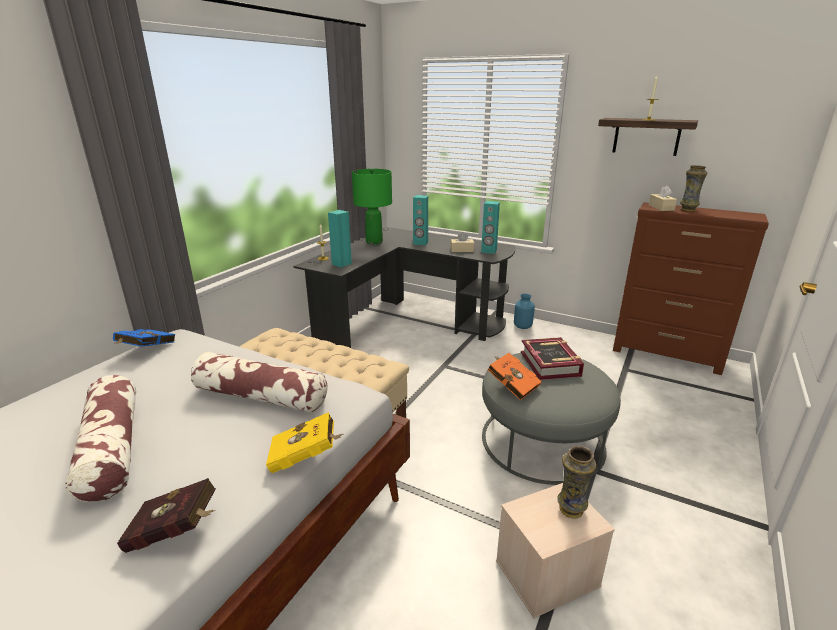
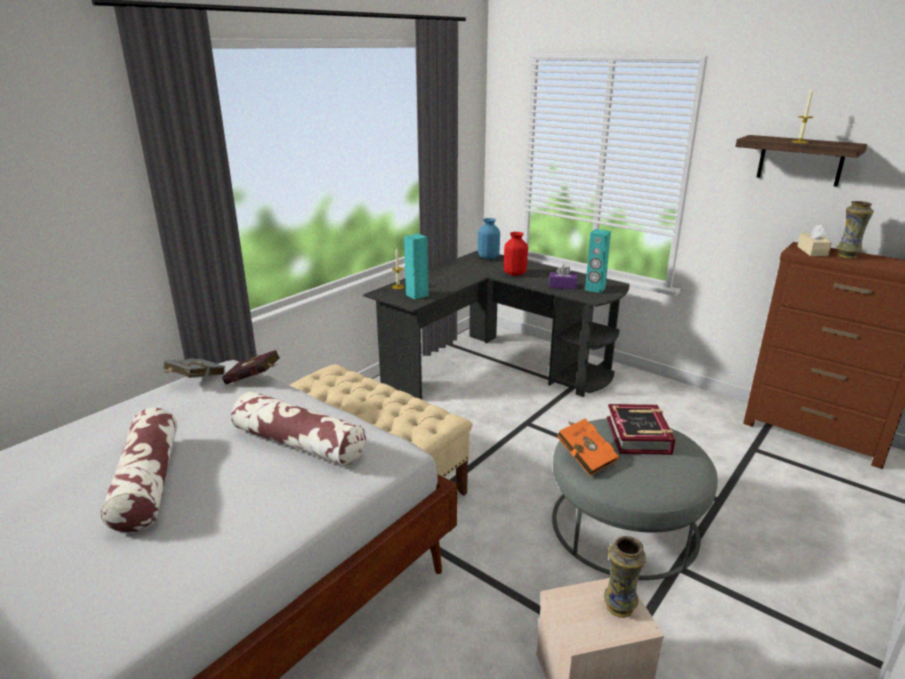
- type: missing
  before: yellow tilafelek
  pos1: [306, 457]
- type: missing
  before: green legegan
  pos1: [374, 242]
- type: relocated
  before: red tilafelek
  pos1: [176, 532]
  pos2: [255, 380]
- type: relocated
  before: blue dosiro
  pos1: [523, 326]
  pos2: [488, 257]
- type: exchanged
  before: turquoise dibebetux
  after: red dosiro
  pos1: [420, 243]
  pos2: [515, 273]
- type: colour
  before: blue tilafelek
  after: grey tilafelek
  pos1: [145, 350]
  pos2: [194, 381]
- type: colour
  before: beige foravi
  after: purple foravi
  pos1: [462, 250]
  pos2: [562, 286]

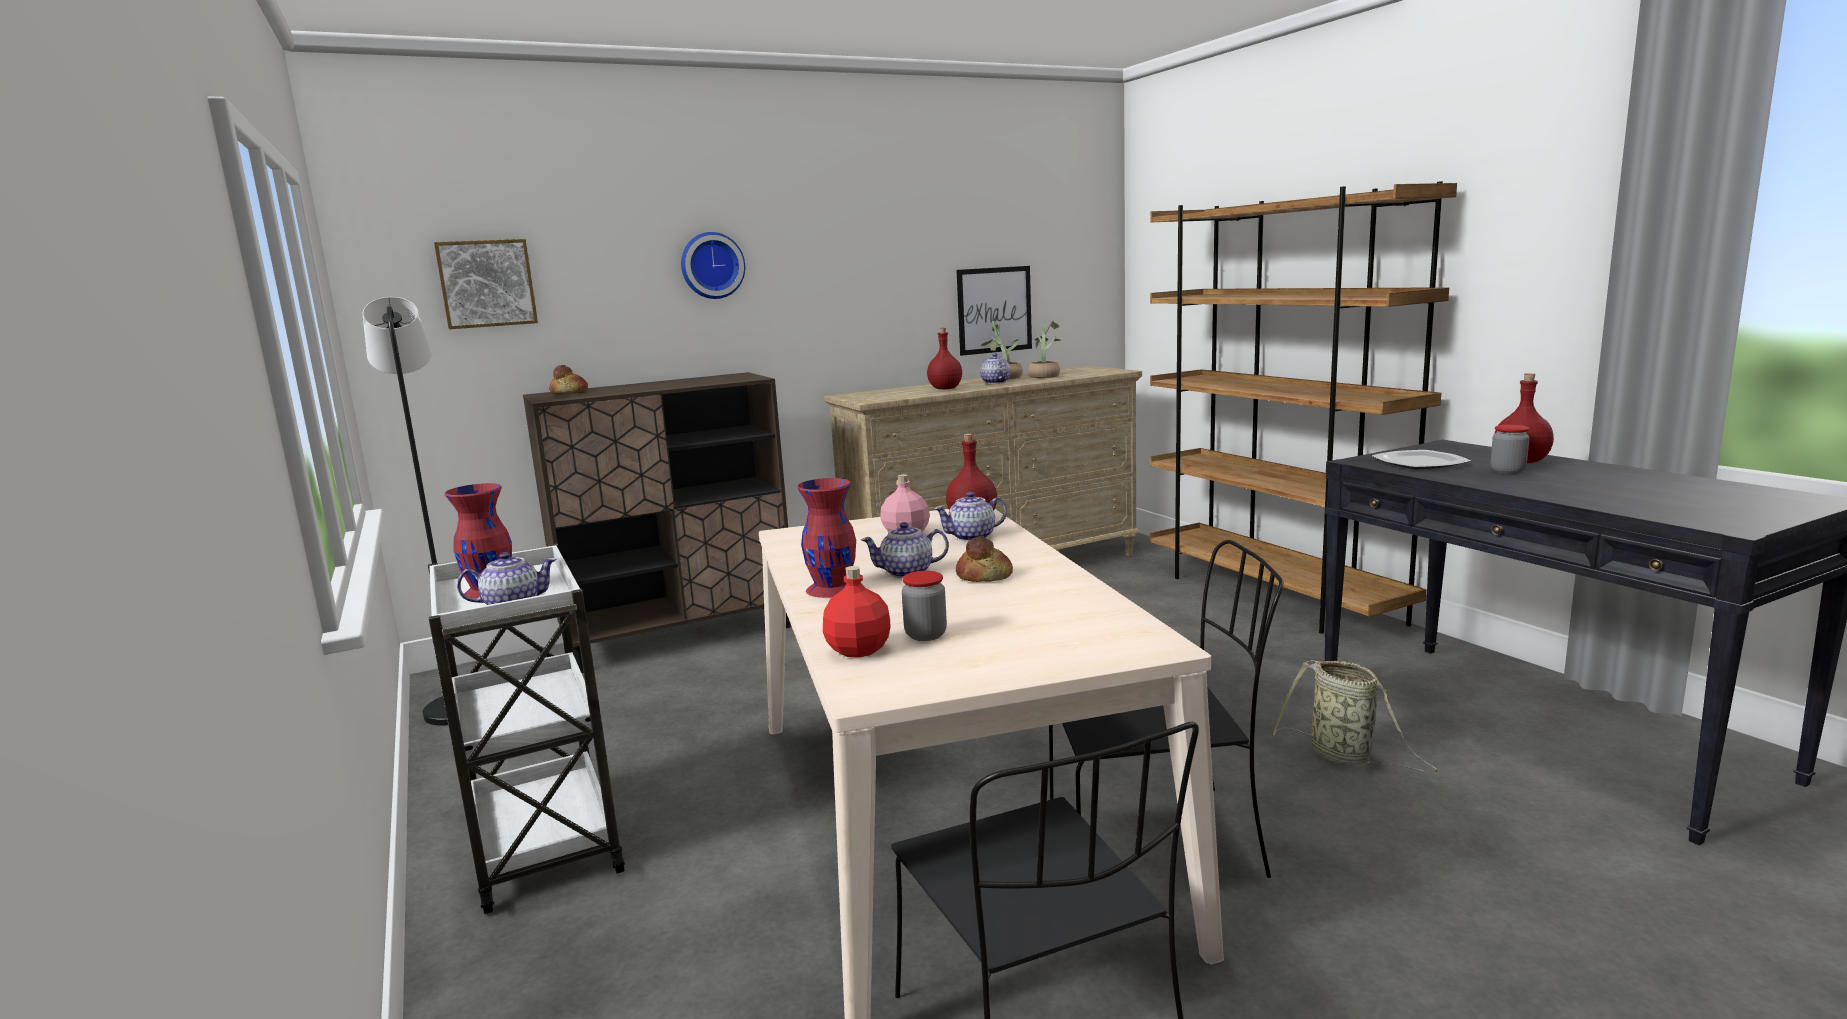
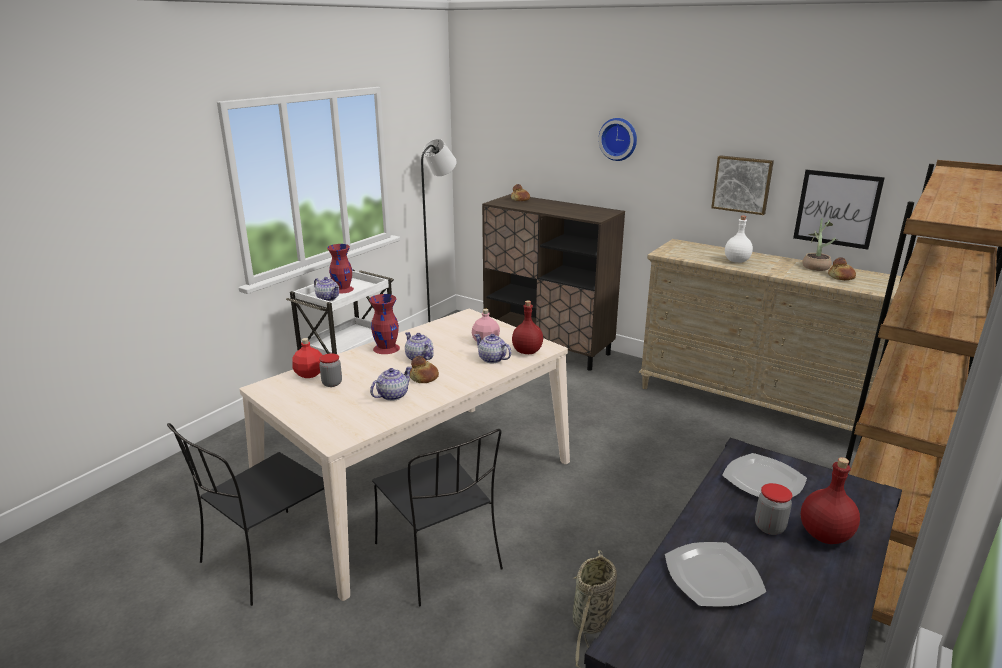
- type: appeared
  after: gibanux
  pos2: [714, 577]
- type: relocated
  before: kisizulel
  pos1: [486, 283]
  pos2: [742, 184]
- type: relocated
  before: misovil
  pos1: [995, 382]
  pos2: [392, 395]
- type: exchanged
  before: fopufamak
  after: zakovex
  pos1: [1045, 376]
  pos2: [841, 277]
- type: colour
  before: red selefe
  after: white selefe
  pos1: [945, 389]
  pos2: [736, 261]

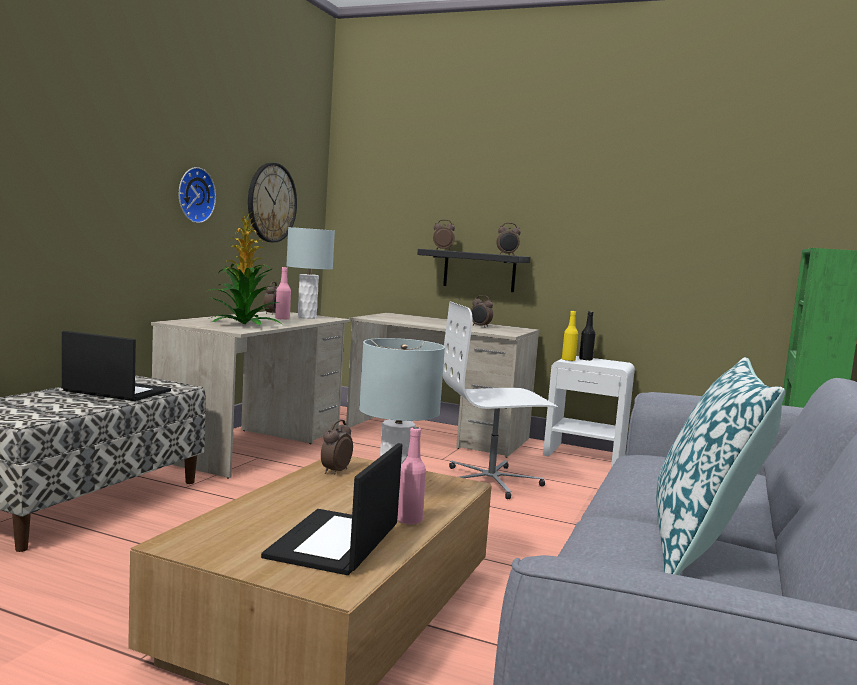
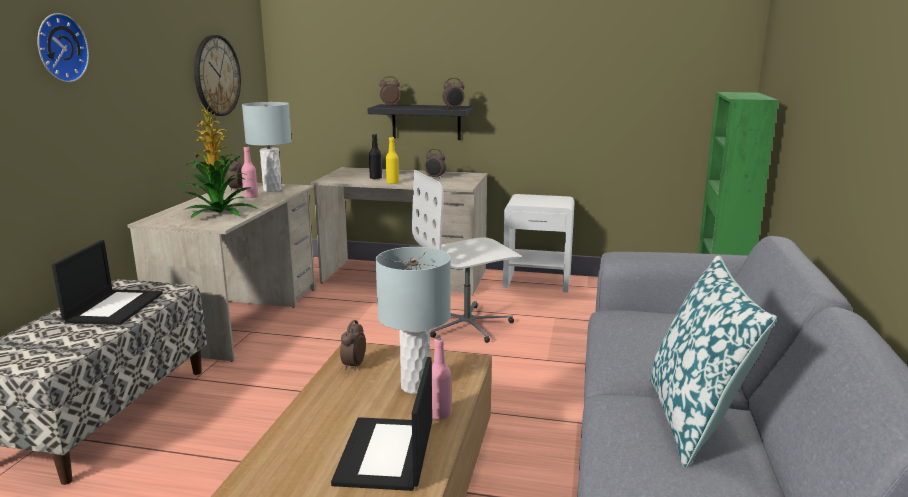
- type: relocated
  before: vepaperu
  pos1: [194, 195]
  pos2: [59, 48]
- type: relocated
  before: yellow selefe
  pos1: [568, 360]
  pos2: [392, 183]
- type: relocated
  before: black selefe
  pos1: [585, 359]
  pos2: [376, 178]
- type: spun
  before: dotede
  pos1: [115, 391]
  pos2: [114, 307]
  turn: 90

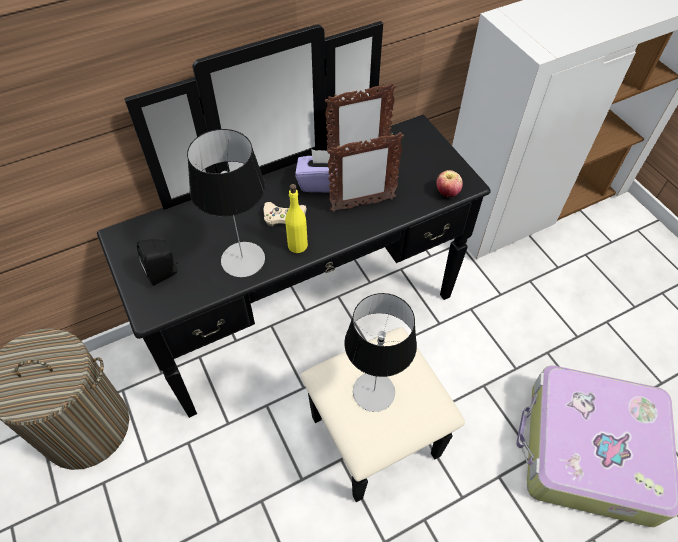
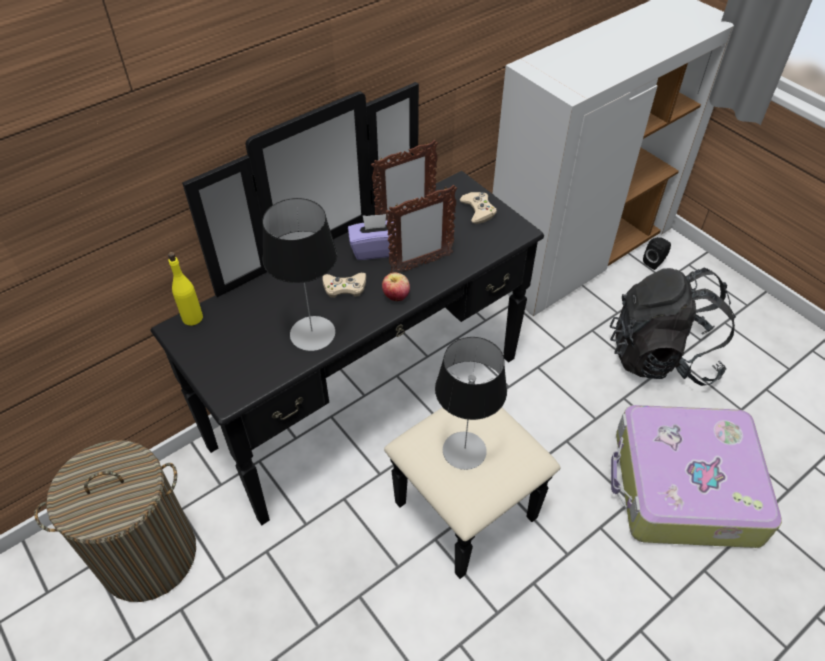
- type: appeared
  after: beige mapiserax
  pos2: [478, 210]
- type: appeared
  after: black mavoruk
  pos2: [661, 356]
- type: relocated
  before: black dibebetux
  pos1: [164, 273]
  pos2: [655, 262]
- type: relocated
  before: yellow selefe
  pos1: [297, 245]
  pos2: [192, 317]
- type: relocated
  before: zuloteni
  pos1: [447, 192]
  pos2: [396, 296]

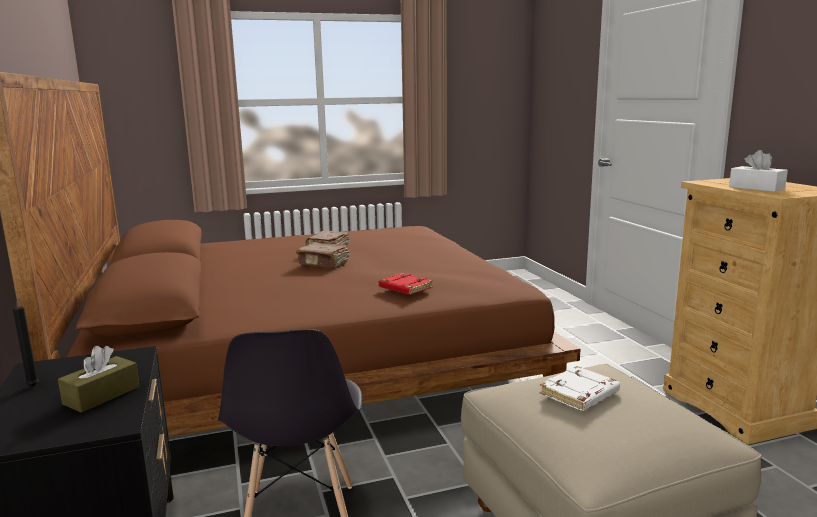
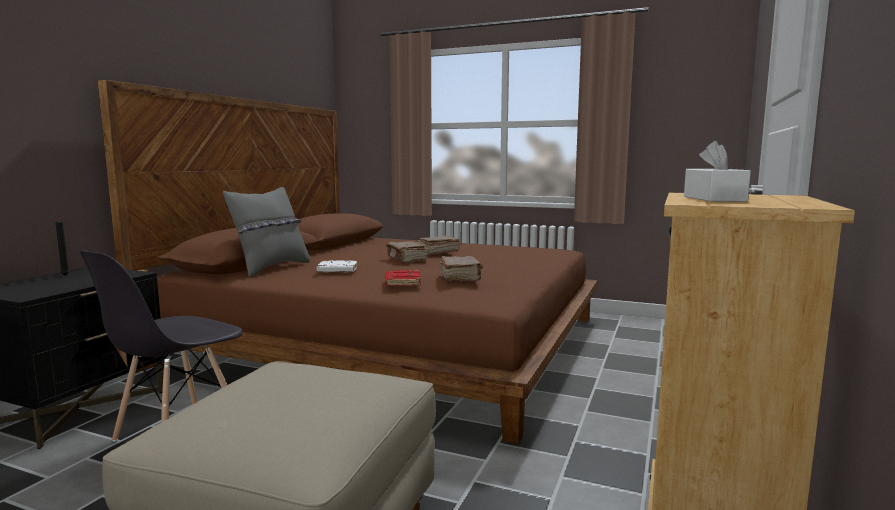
- type: missing
  before: brown foravi
  pos1: [101, 395]
- type: appeared
  after: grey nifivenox
  pos2: [271, 268]
- type: appeared
  after: brown tilafelek
  pos2: [460, 278]
- type: relocated
  before: white tilafelek
  pos1: [580, 394]
  pos2: [337, 270]

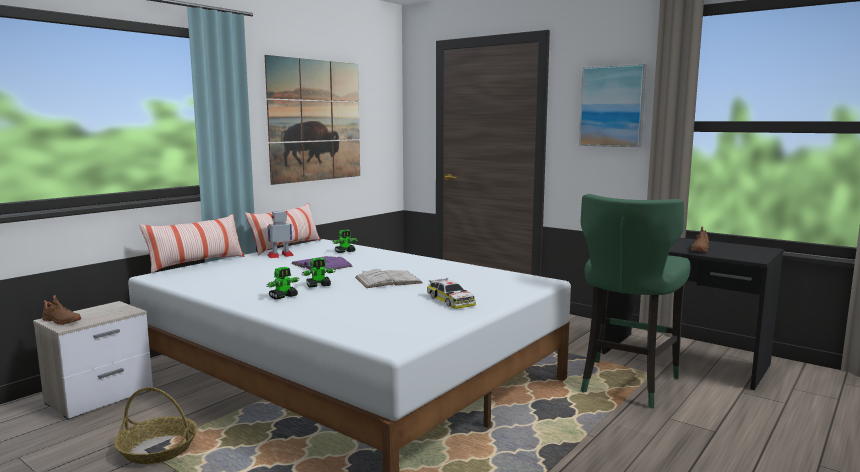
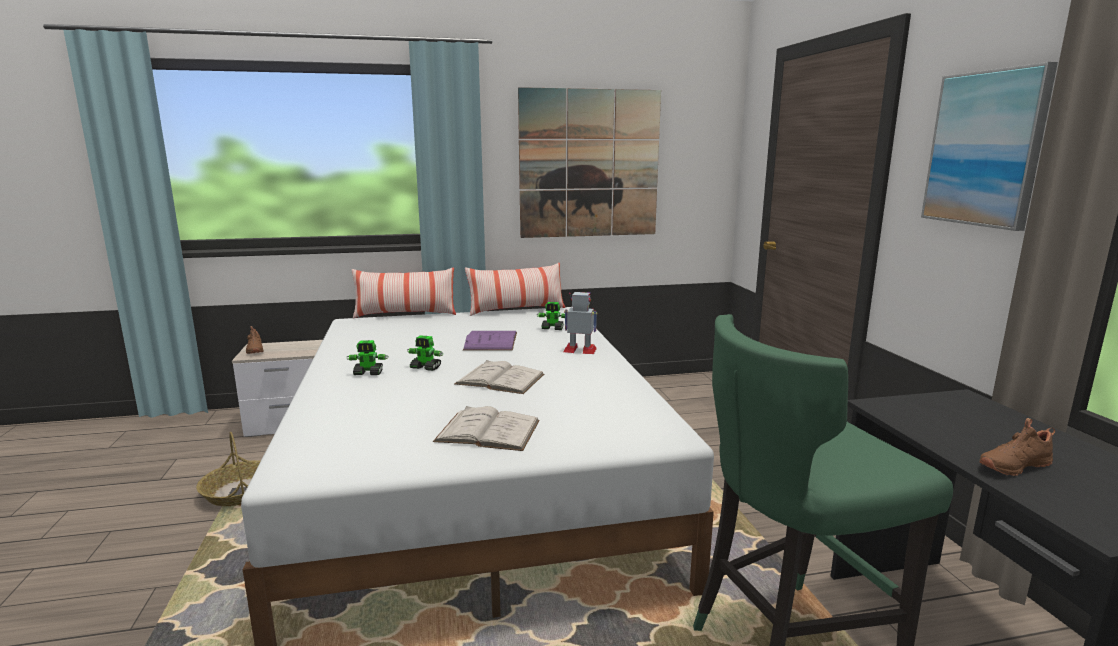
- type: relocated
  before: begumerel
  pos1: [280, 255]
  pos2: [580, 350]
- type: exchanged
  before: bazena
  after: white tilafelek
  pos1: [451, 300]
  pos2: [488, 431]

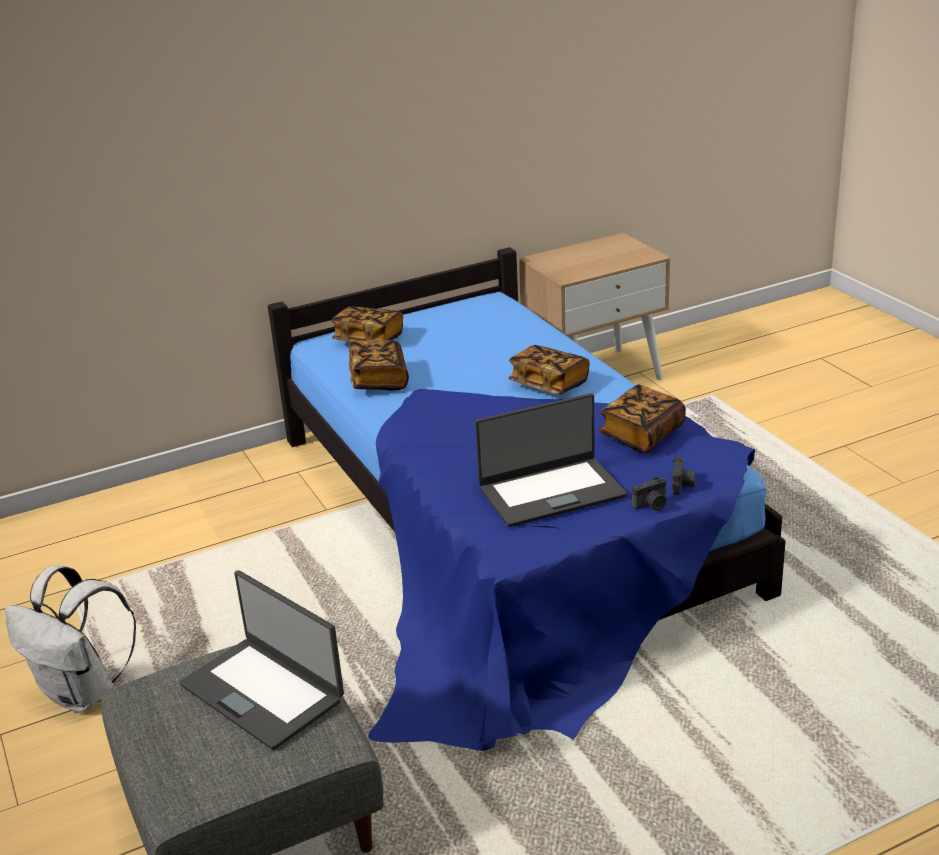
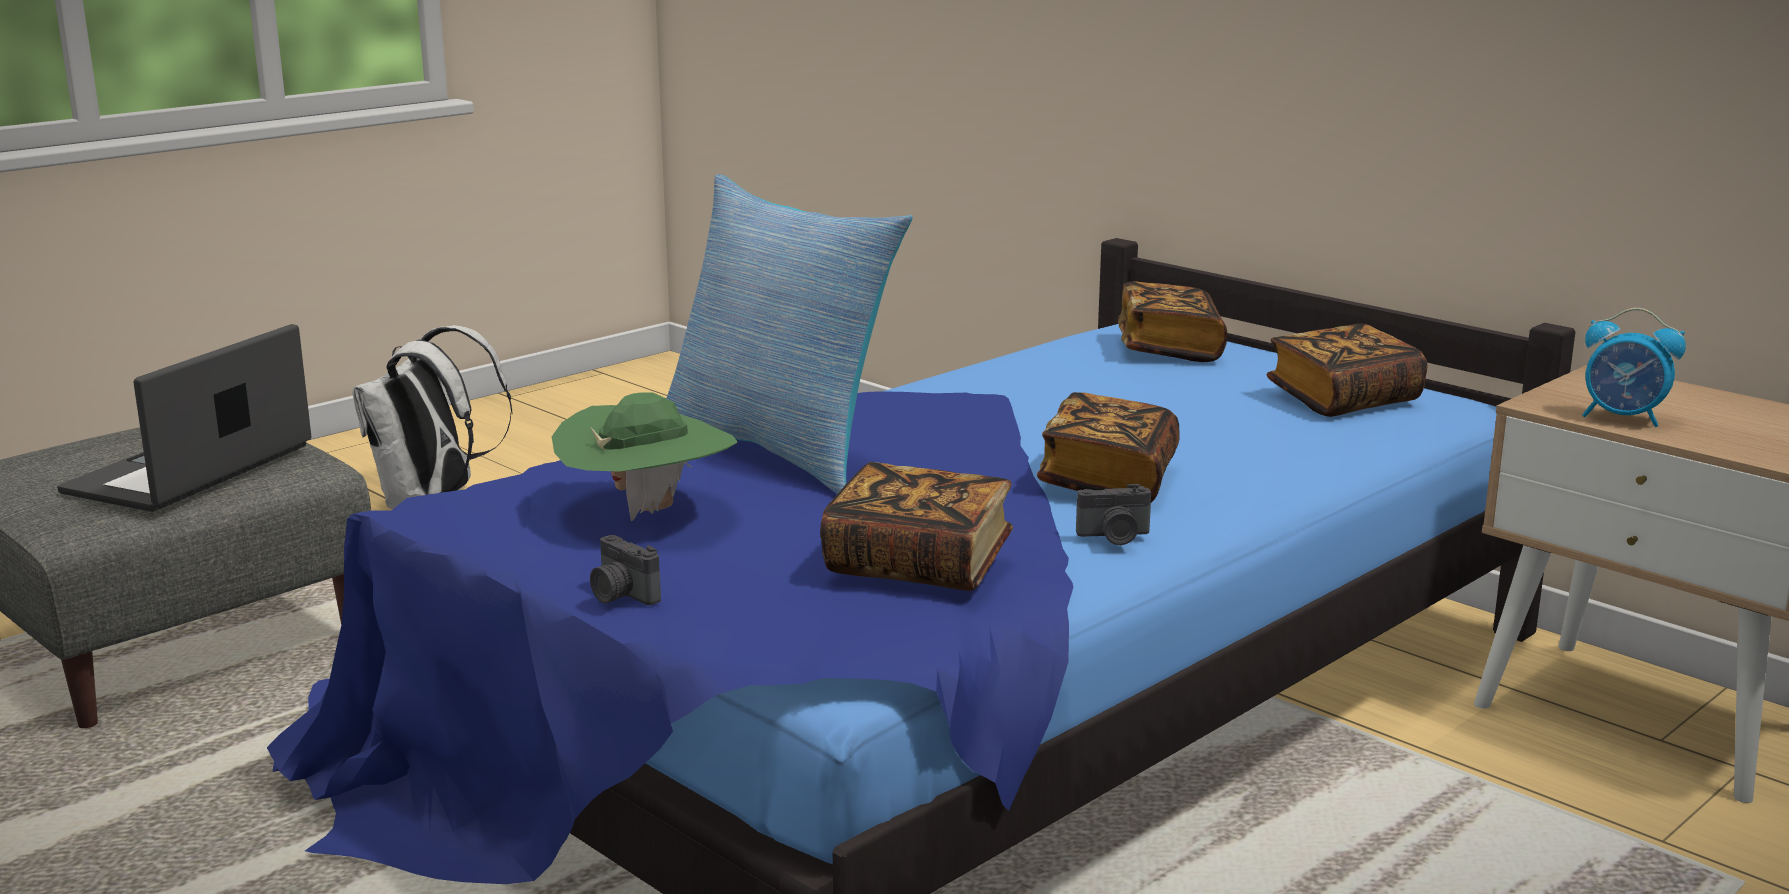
- type: appeared
  after: nifivenox
  pos2: [781, 449]
- type: appeared
  after: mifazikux
  pos2: [1623, 418]
- type: relocated
  before: tilafelek
  pos1: [379, 380]
  pos2: [1343, 399]
- type: relocated
  before: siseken
  pos1: [682, 485]
  pos2: [1114, 537]
- type: exchanged
  before: dotede
  after: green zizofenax
  pos1: [551, 491]
  pos2: [648, 510]

